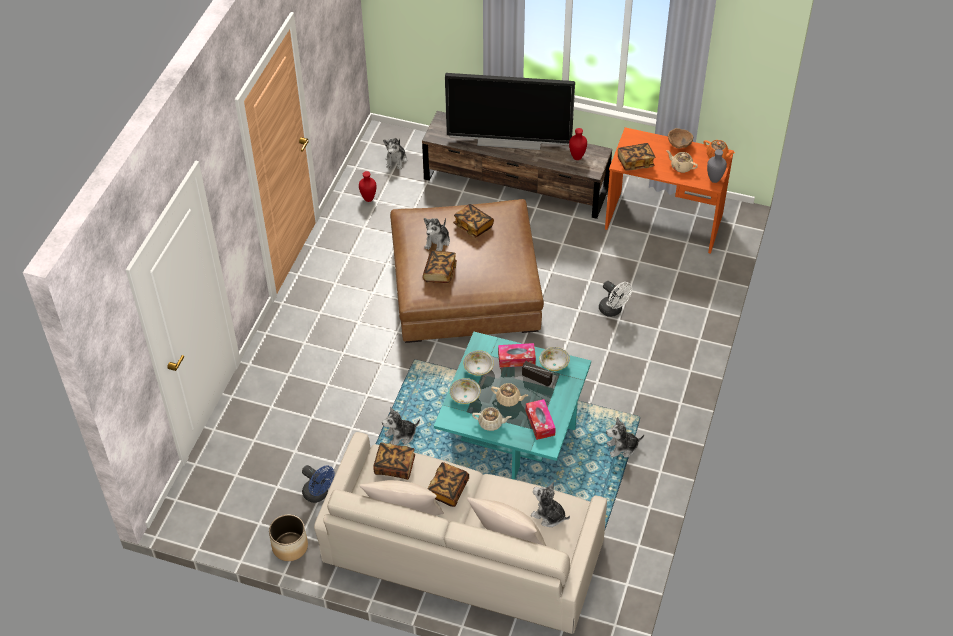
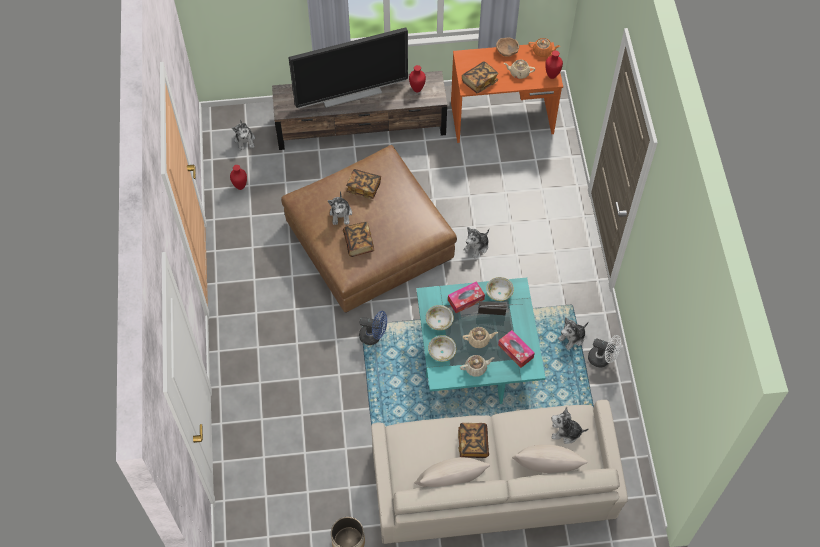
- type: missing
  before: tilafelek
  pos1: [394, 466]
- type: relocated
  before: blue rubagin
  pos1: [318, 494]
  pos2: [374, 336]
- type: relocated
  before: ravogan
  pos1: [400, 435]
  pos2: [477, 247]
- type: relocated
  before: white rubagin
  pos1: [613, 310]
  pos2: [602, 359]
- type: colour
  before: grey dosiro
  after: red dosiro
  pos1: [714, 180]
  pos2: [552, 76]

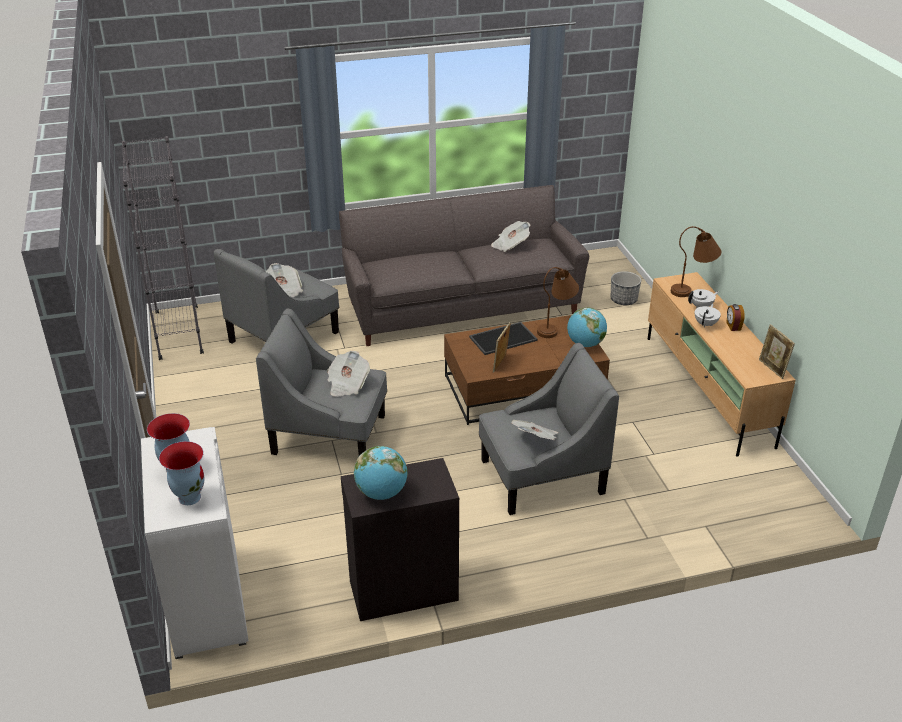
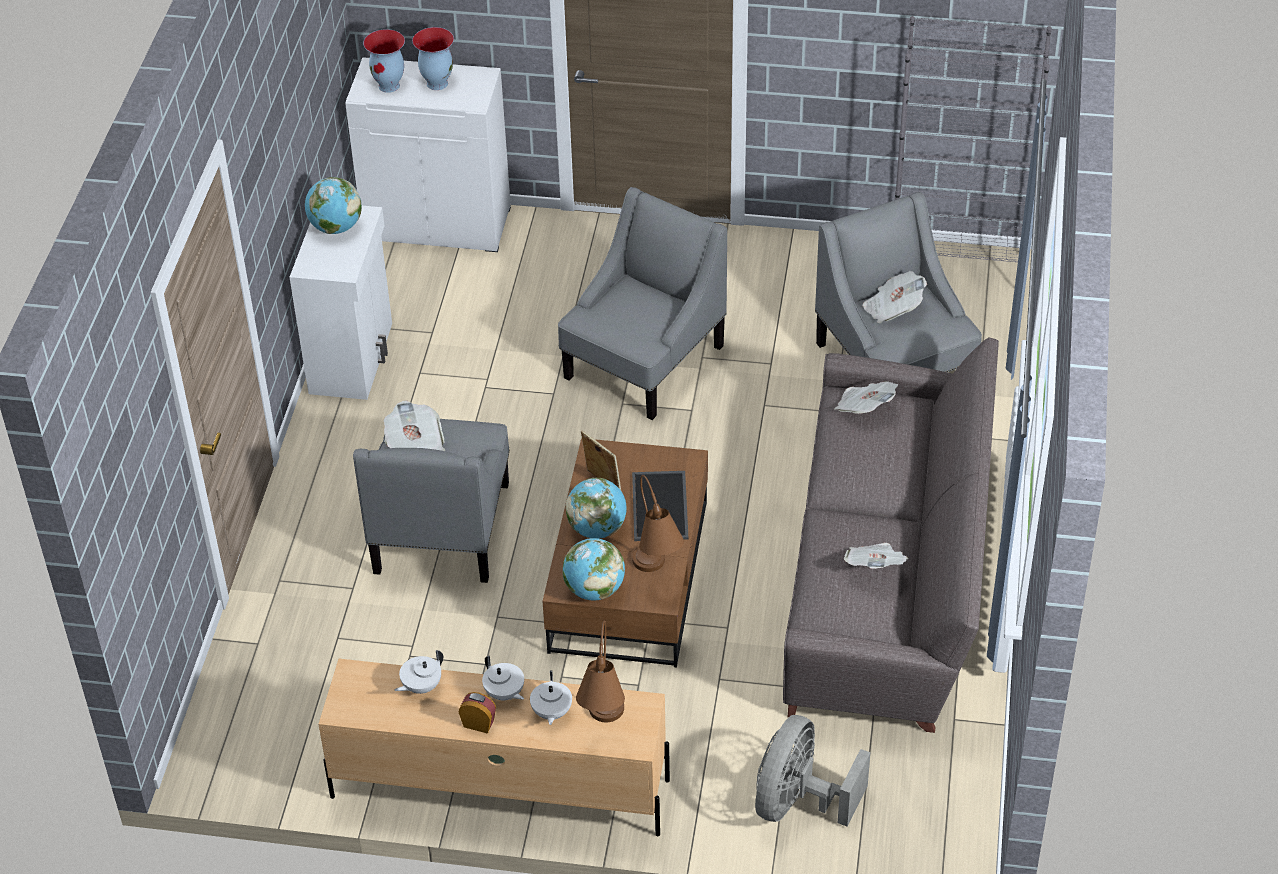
- type: missing
  before: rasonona
  pos1: [772, 369]
- type: appeared
  after: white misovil
  pos2: [421, 686]
- type: appeared
  after: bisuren
  pos2: [597, 529]
- type: relocated
  before: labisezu
  pos1: [347, 384]
  pos2: [864, 408]
- type: exchanged
  before: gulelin
  after: grey rubagin
  pos1: [623, 300]
  pos2: [798, 802]
- type: colour
  before: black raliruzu
  after: white raliruzu
  pos1: [402, 589]
  pos2: [353, 358]

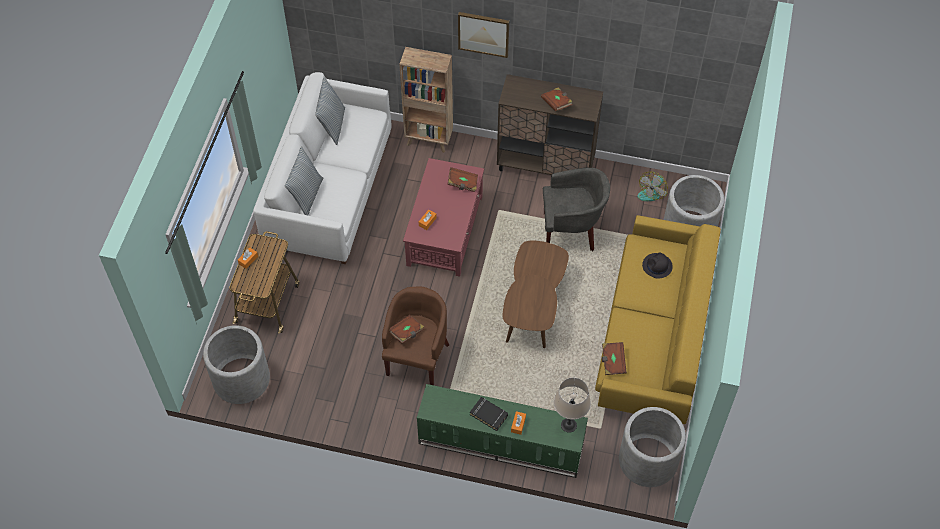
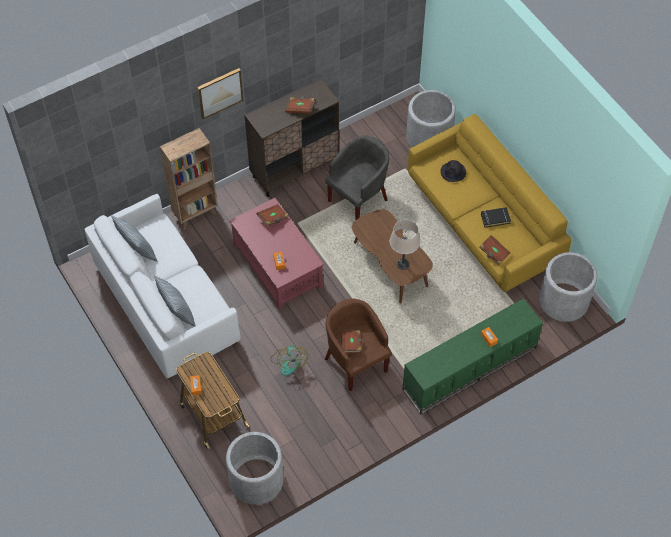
- type: relocated
  before: black tilafelek
  pos1: [489, 415]
  pos2: [495, 218]
- type: relocated
  before: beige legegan
  pos1: [569, 425]
  pos2: [403, 264]
- type: relocated
  before: rubagin
  pos1: [652, 191]
  pos2: [288, 361]

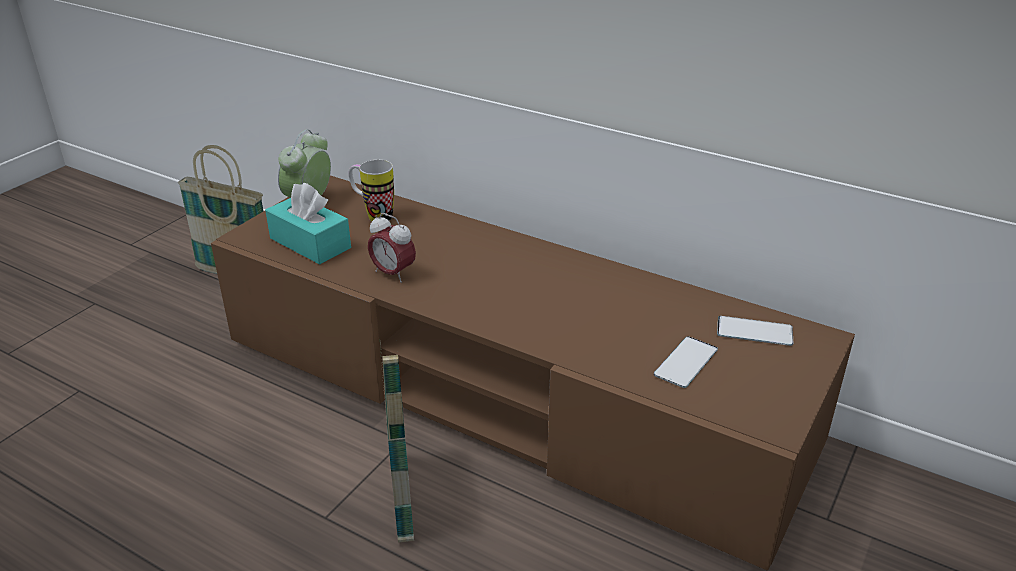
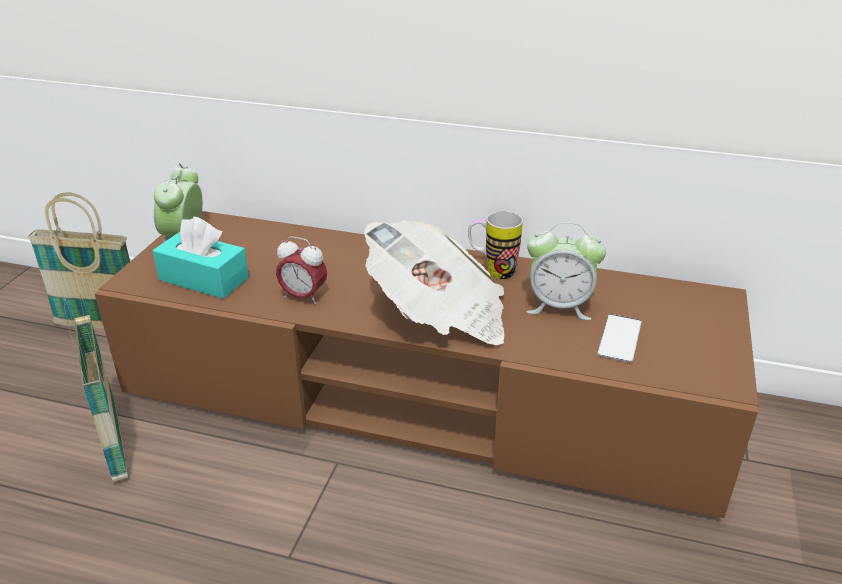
- type: missing
  before: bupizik
  pos1: [754, 331]
- type: appeared
  after: labisezu
  pos2: [439, 314]
- type: appeared
  after: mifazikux
  pos2: [559, 306]
- type: relocated
  before: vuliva
  pos1: [373, 215]
  pos2: [492, 271]
- type: relocated
  before: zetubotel
  pos1: [402, 498]
  pos2: [115, 445]

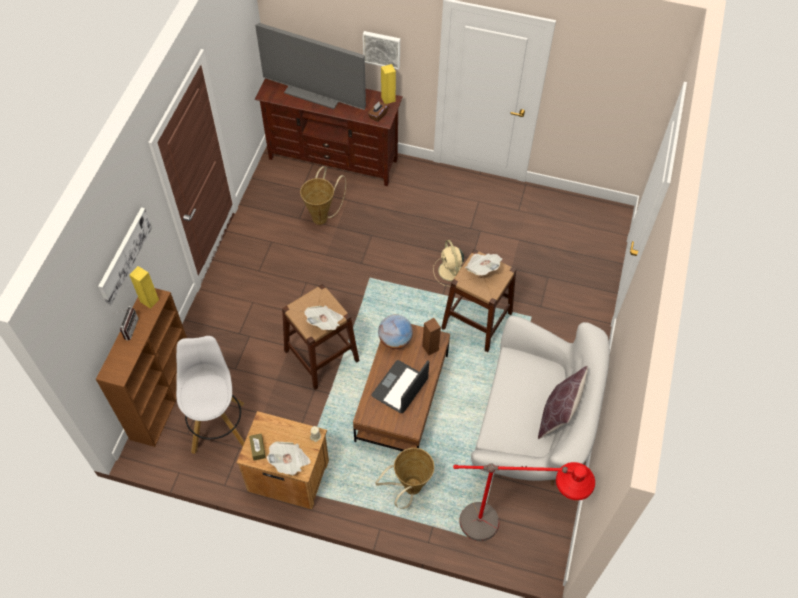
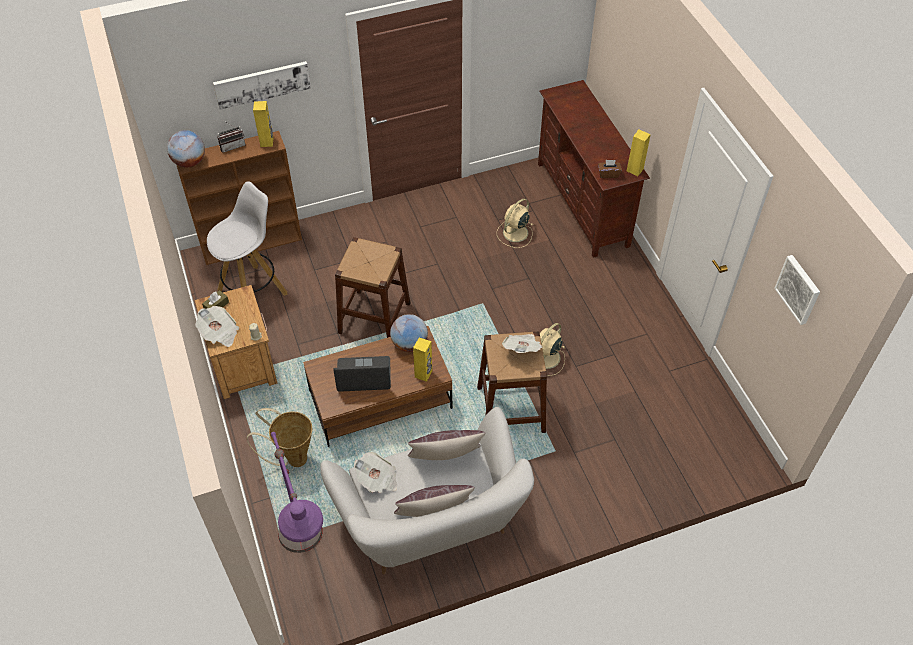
- type: missing
  before: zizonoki
  pos1: [315, 92]
- type: appeared
  after: bisuren
  pos2: [189, 162]
- type: appeared
  after: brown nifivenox
  pos2: [445, 461]
- type: relocated
  before: labisezu
  pos1: [325, 322]
  pos2: [377, 479]
- type: relocated
  before: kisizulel
  pos1: [382, 49]
  pos2: [799, 289]
- type: exchanged
  before: zetubotel
  after: beige rubagin
  pos1: [322, 216]
  pos2: [514, 233]
- type: colour
  before: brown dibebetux
  after: yellow dibebetux
  pos1: [430, 348]
  pos2: [423, 374]
- type: colour
  before: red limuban
  after: purple limuban
  pos1: [507, 529]
  pos2: [309, 559]

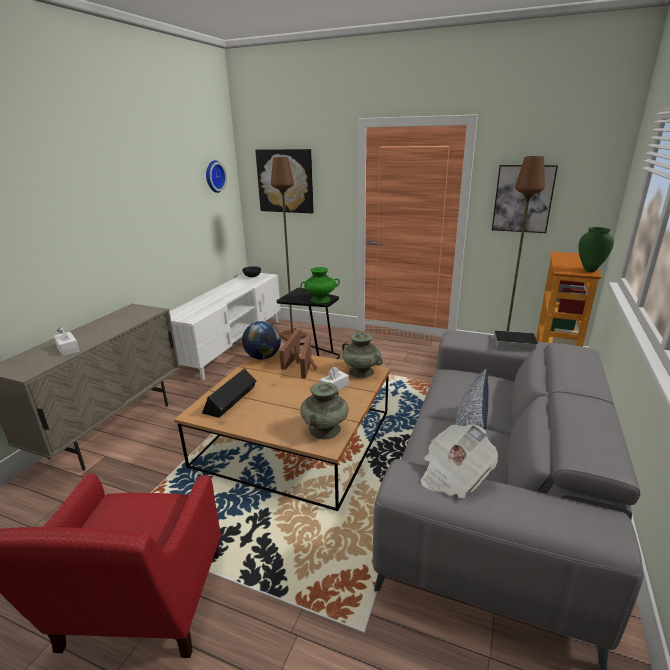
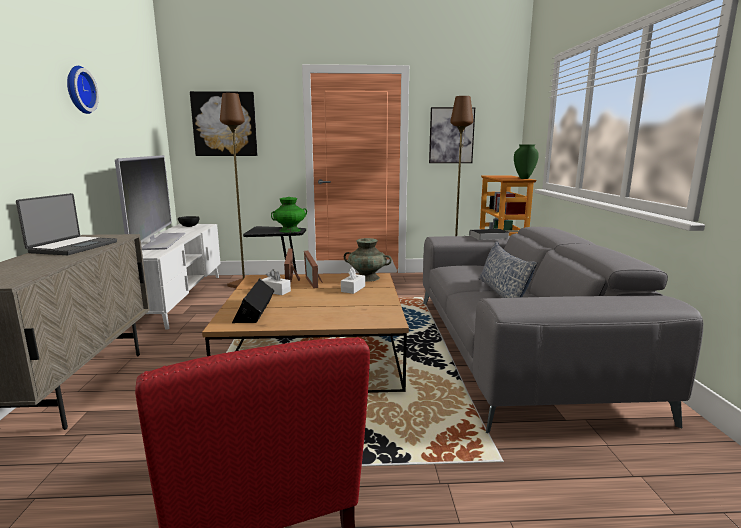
- type: missing
  before: bisuren
  pos1: [263, 357]
- type: missing
  before: turquoise dosiro
  pos1: [324, 430]
- type: missing
  before: labisezu
  pos1: [454, 475]
- type: appeared
  after: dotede
  pos2: [73, 247]
- type: appeared
  after: zizonoki
  pos2: [162, 241]
- type: relocated
  before: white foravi
  pos1: [68, 349]
  pos2: [275, 291]
- type: relocated
  before: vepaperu
  pos1: [213, 176]
  pos2: [78, 90]

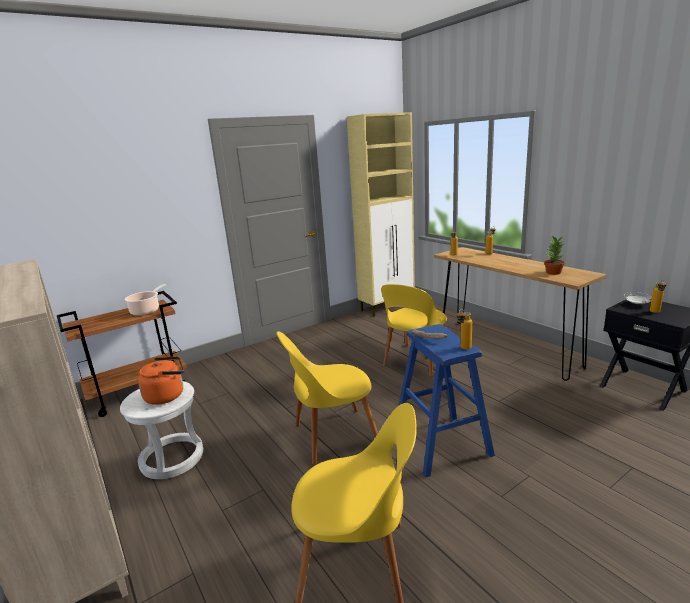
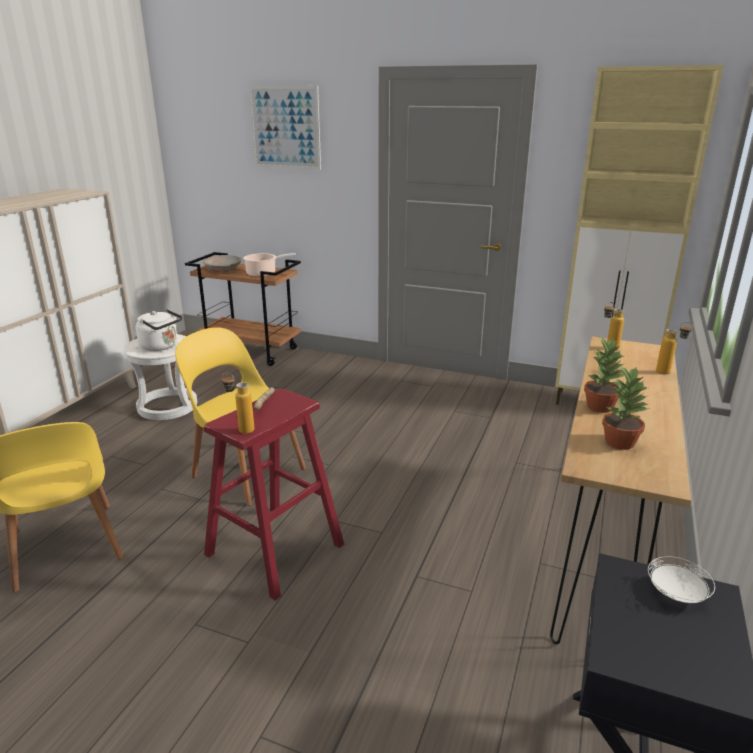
- type: missing
  before: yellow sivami
  pos1: [416, 361]
- type: missing
  before: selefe
  pos1: [655, 313]
- type: appeared
  after: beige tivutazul
  pos2: [224, 269]
- type: appeared
  after: kisizulel
  pos2: [285, 127]
- type: appeared
  after: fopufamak
  pos2: [599, 406]
- type: colour
  before: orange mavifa
  after: white mavifa
  pos1: [167, 395]
  pos2: [161, 346]
- type: colour
  before: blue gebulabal
  after: red gebulabal
  pos1: [441, 444]
  pos2: [274, 550]

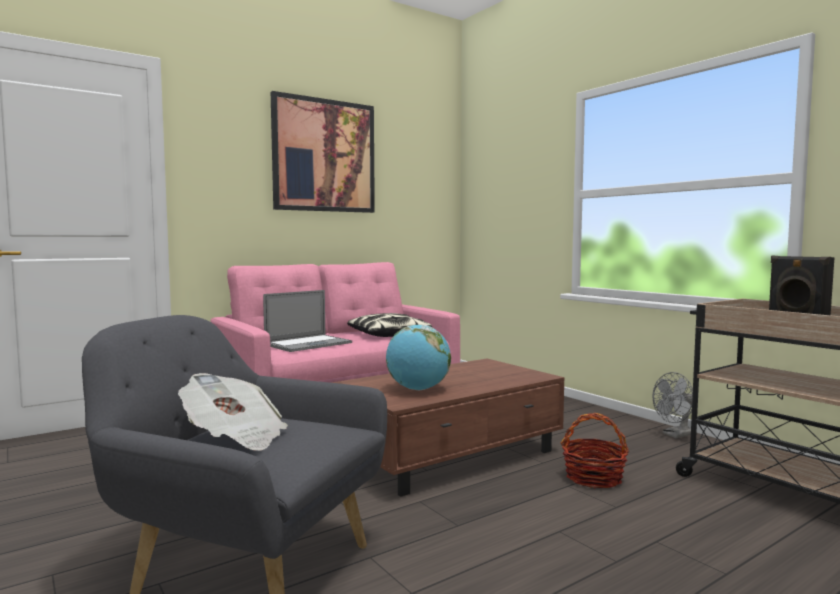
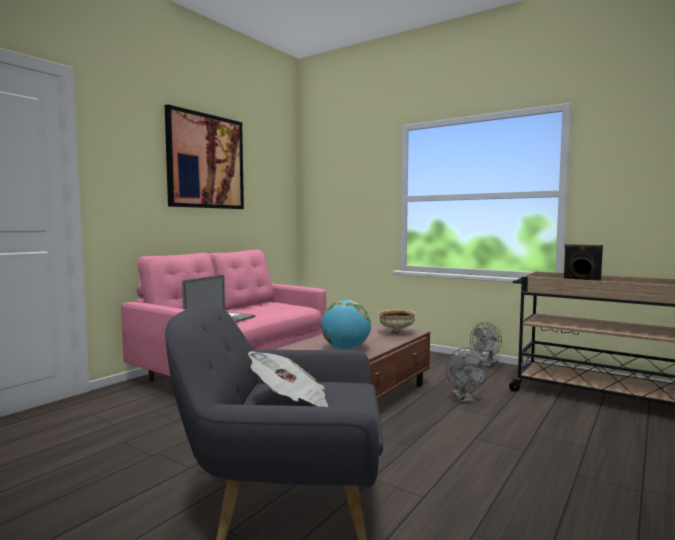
- type: missing
  before: nifivenox
  pos1: [387, 335]
- type: appeared
  after: beige tivutazul
  pos2: [396, 333]
- type: exchanged
  before: zetubotel
  after: grey rubagin
  pos1: [594, 478]
  pos2: [464, 399]

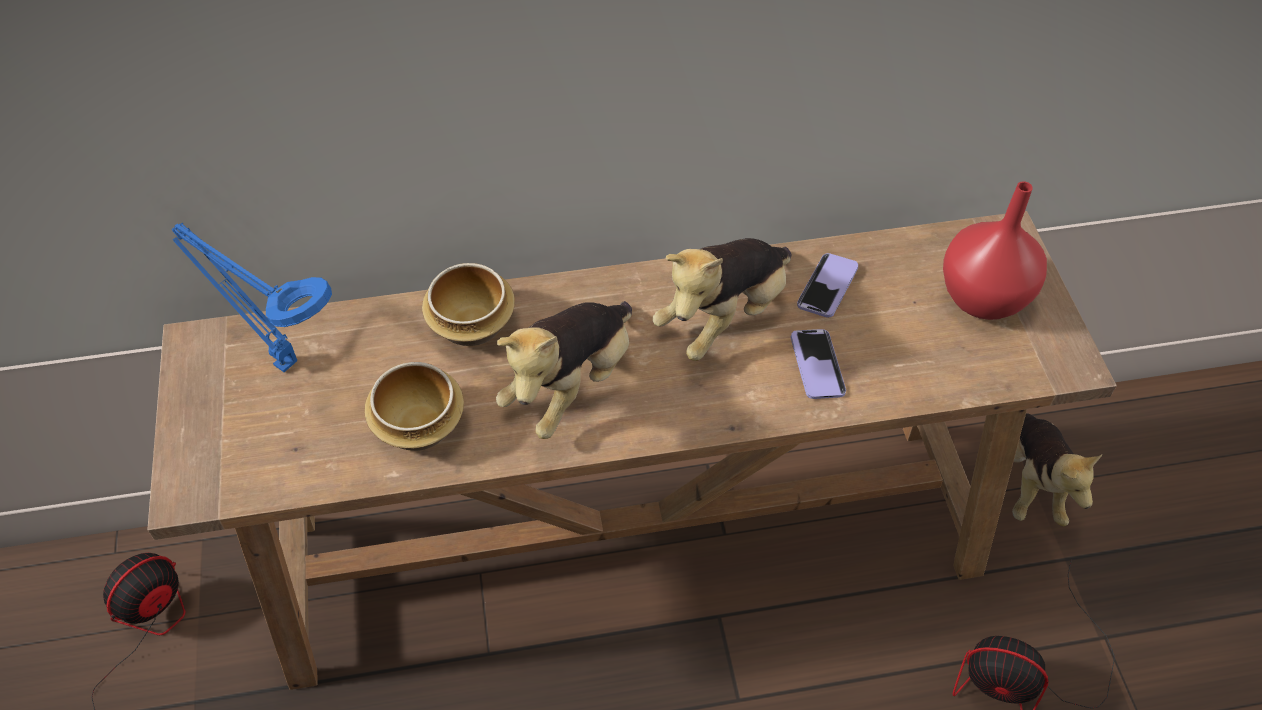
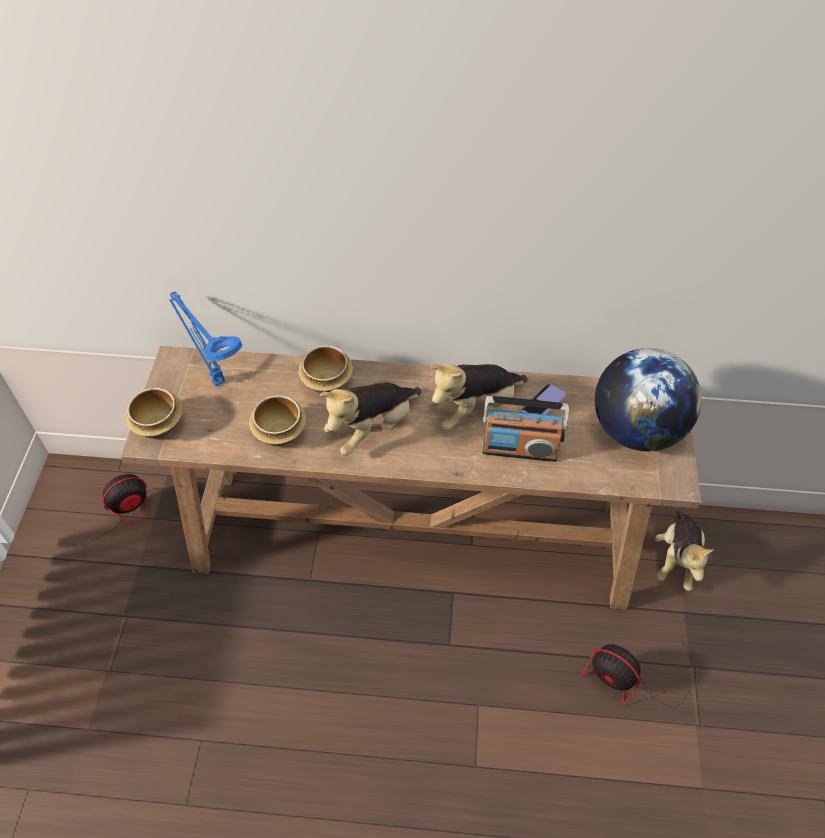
- type: appeared
  after: tivutazul
  pos2: [160, 425]
- type: exchanged
  before: bupizik
  after: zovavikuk
  pos1: [817, 365]
  pos2: [519, 449]
- type: exchanged
  before: red dosiro
  after: bisuren
  pos1: [981, 297]
  pos2: [636, 430]

